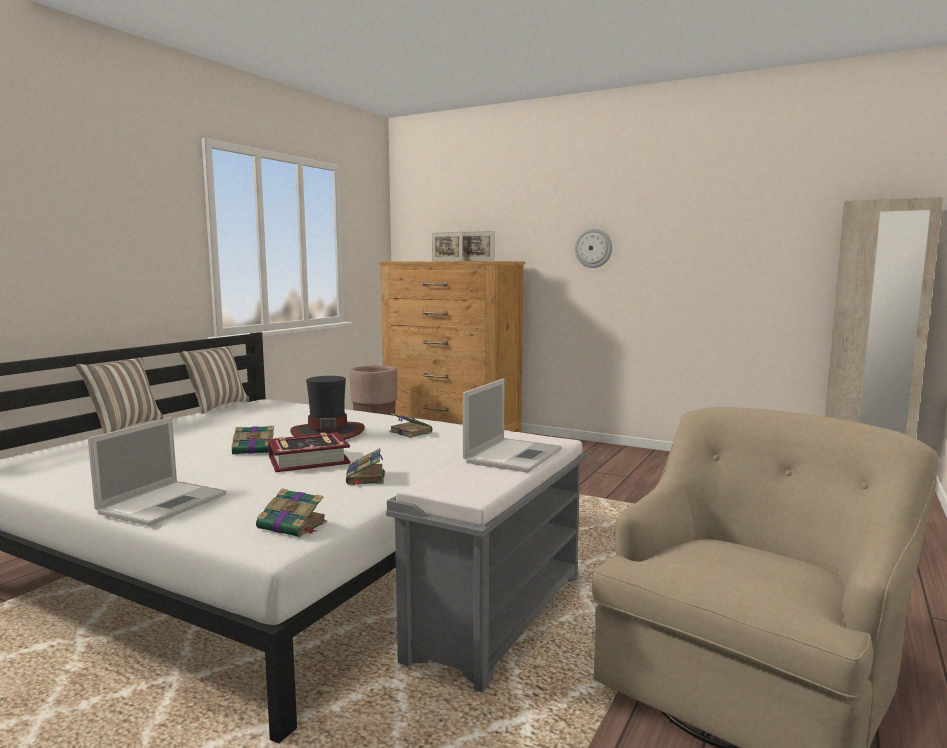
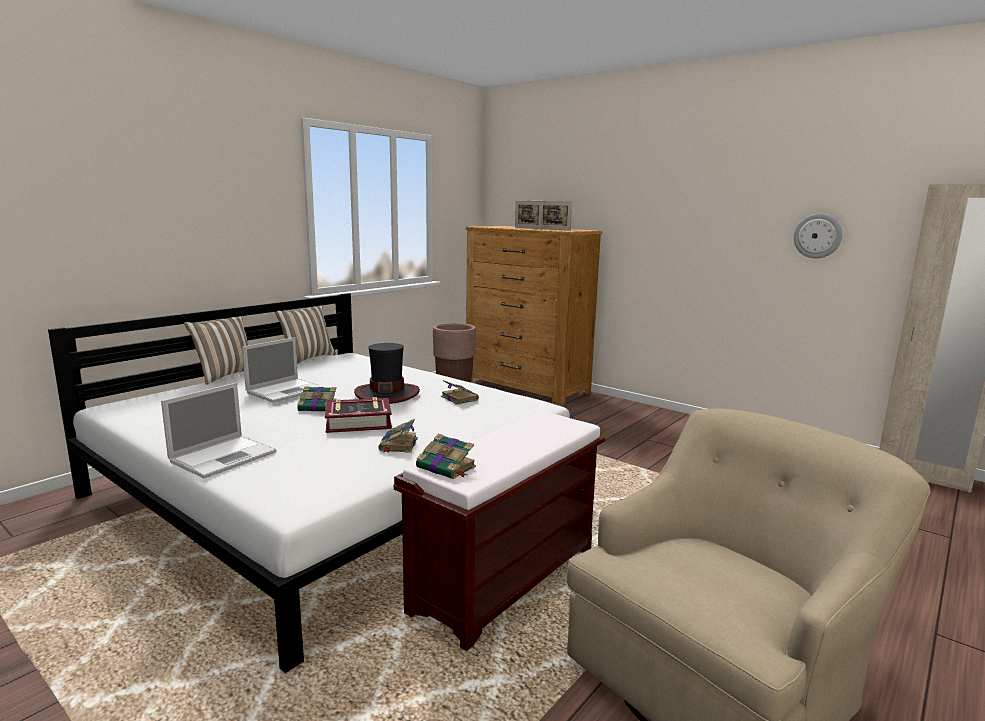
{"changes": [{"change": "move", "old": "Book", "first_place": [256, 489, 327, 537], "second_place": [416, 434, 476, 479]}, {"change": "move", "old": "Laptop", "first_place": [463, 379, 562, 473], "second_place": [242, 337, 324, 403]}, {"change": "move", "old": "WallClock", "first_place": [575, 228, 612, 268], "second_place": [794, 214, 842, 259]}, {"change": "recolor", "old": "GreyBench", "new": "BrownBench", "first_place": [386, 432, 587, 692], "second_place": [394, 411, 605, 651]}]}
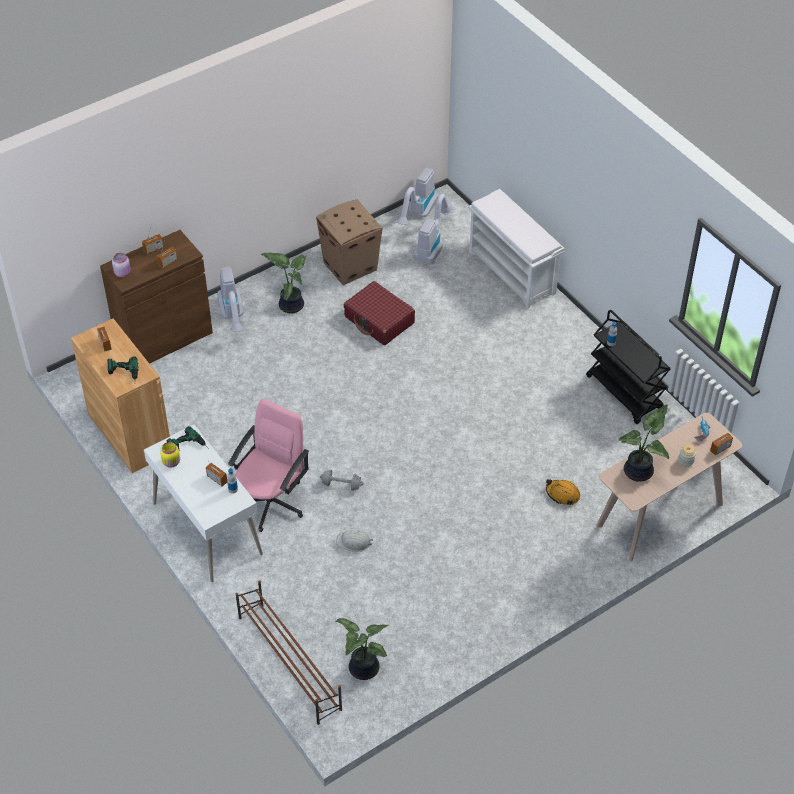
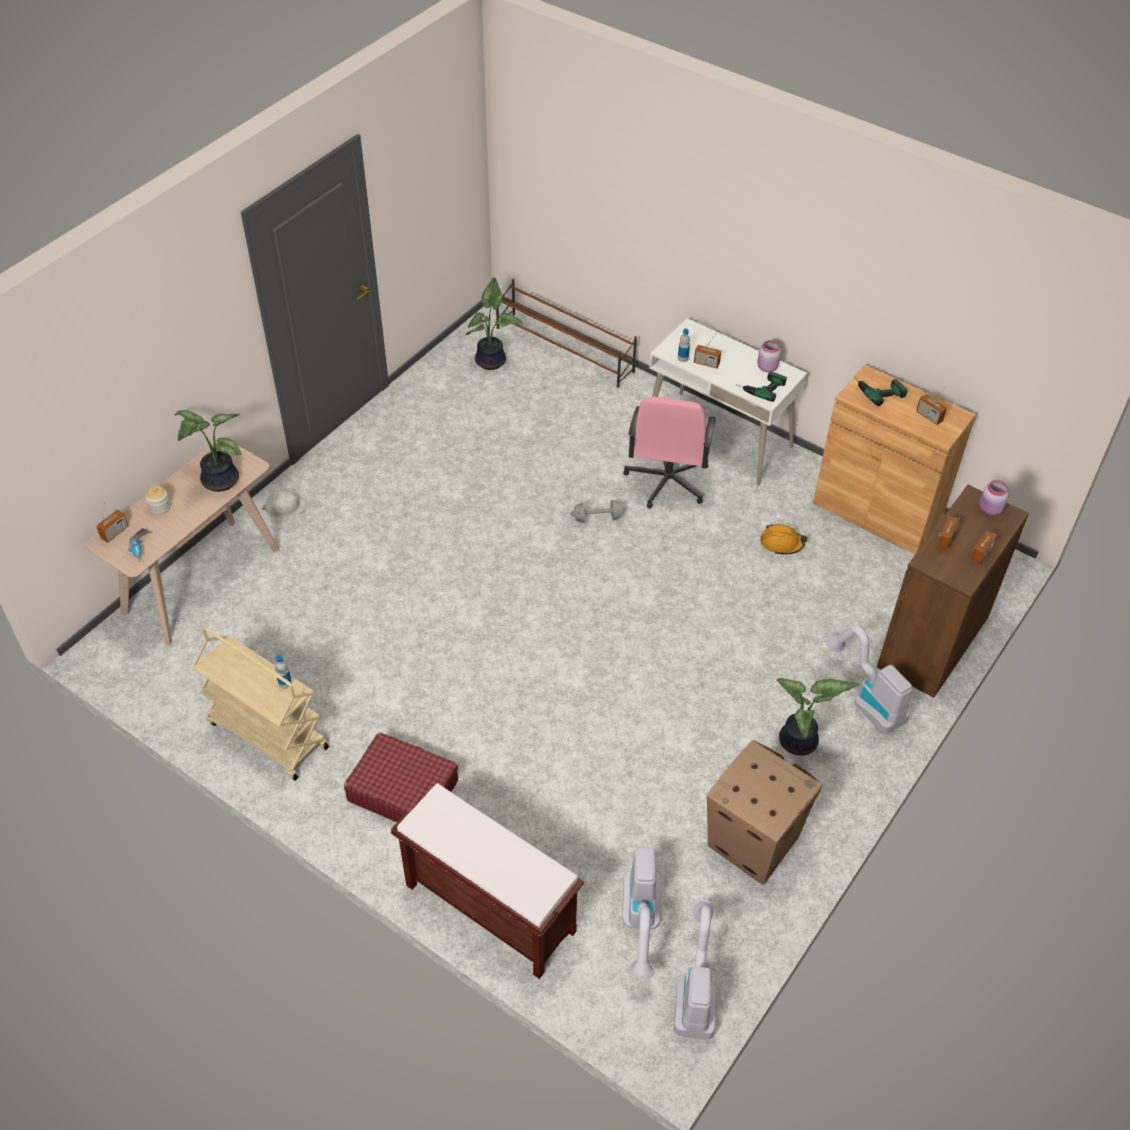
{"changes": [{"change": "move", "old": "WhiteHardHat", "first_place": [336, 528, 373, 552], "second_place": [262, 491, 306, 518]}, {"change": "move", "old": "RedSuitcase", "first_place": [344, 281, 415, 345], "second_place": [344, 732, 458, 822]}, {"change": "move", "old": "OrangeHardHat", "first_place": [546, 479, 580, 505], "second_place": [760, 524, 808, 555]}, {"change": "recolor", "old": "YellowJar", "new": "PinkJar", "first_place": [160, 442, 180, 468], "second_place": [757, 340, 781, 372]}, {"change": "recolor", "old": "WhiteBench", "new": "BrownBench", "first_place": [468, 189, 565, 308], "second_place": [391, 783, 584, 979]}, {"change": "recolor", "old": "BlackCart", "new": "BeigeCart", "first_place": [586, 310, 670, 424], "second_place": [192, 627, 329, 781]}]}
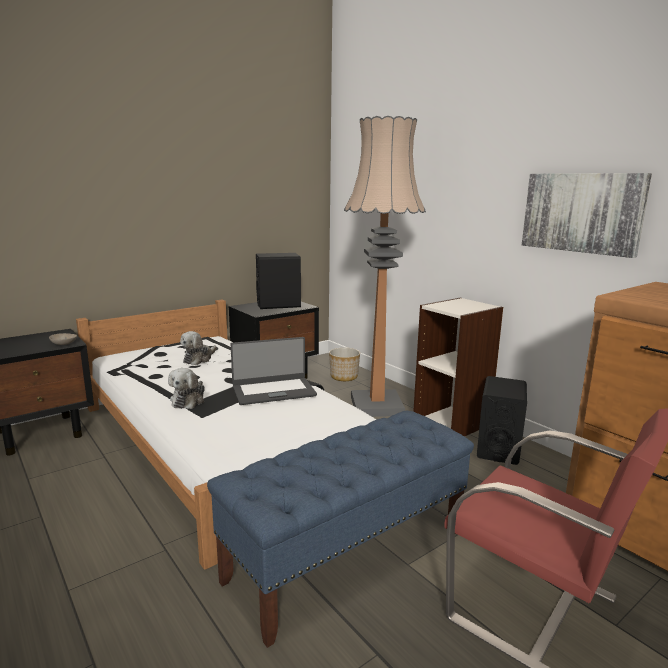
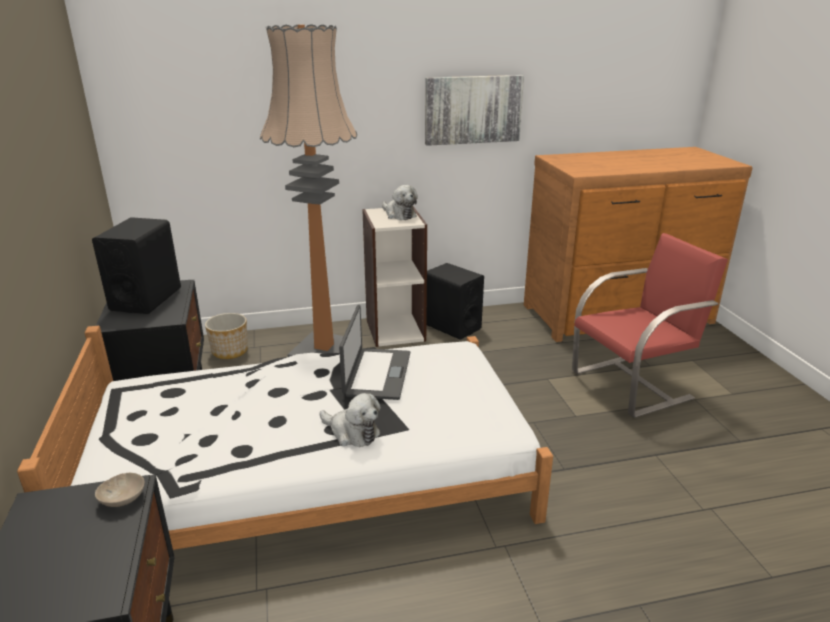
{"changes": [{"change": "delete", "old": "BlueBench", "first_place": [207, 411, 474, 648]}, {"change": "move", "old": "PlushToy", "first_place": [180, 331, 217, 365], "second_place": [382, 185, 418, 220]}]}
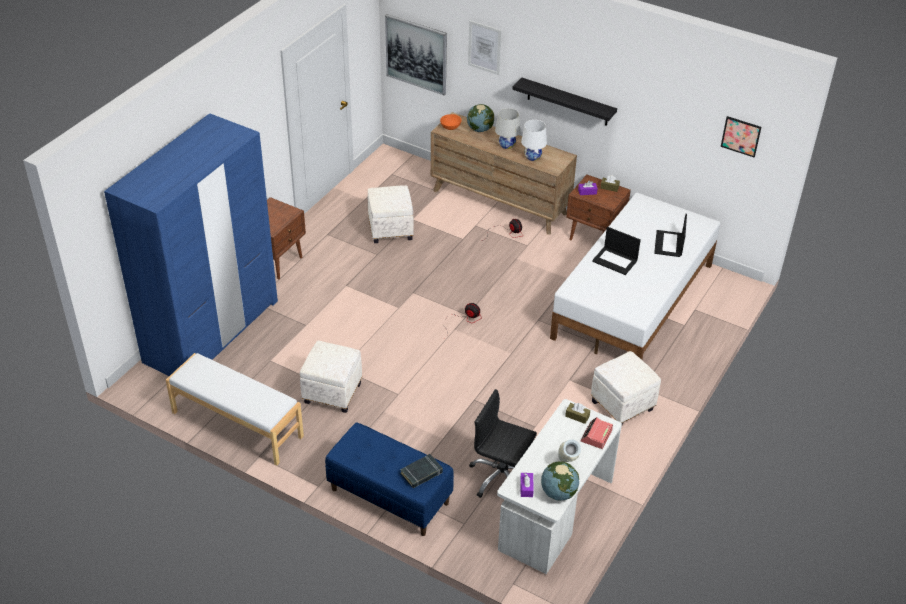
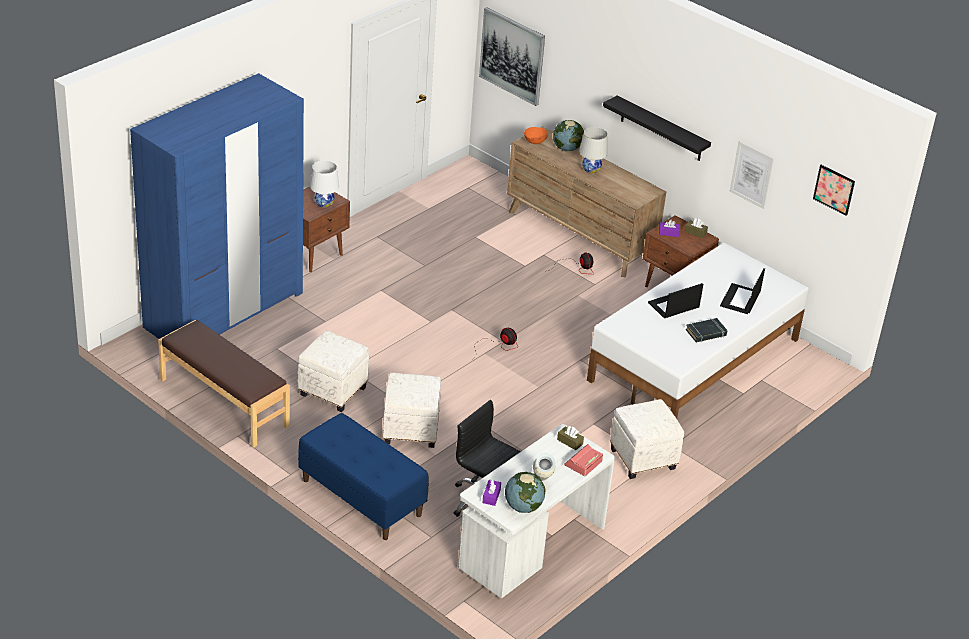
{"changes": [{"change": "move", "old": "WhiteOttoman", "first_place": [368, 185, 414, 243], "second_place": [383, 373, 441, 448]}, {"change": "move", "old": "BlackBook", "first_place": [400, 454, 443, 488], "second_place": [686, 318, 727, 343]}, {"change": "move", "old": "Picture", "first_place": [468, 21, 502, 75], "second_place": [730, 141, 774, 209]}, {"change": "move", "old": "WhiteTableLamp", "first_place": [521, 120, 547, 161], "second_place": [310, 160, 339, 208]}, {"change": "recolor", "old": "WhiteBench", "new": "BrownBench", "first_place": [166, 353, 304, 465], "second_place": [158, 320, 290, 448]}, {"change": "rotate", "old": "Laptop", "first_place": [592, 227, 641, 275], "second_place": [648, 283, 703, 318], "degrees": 105}]}
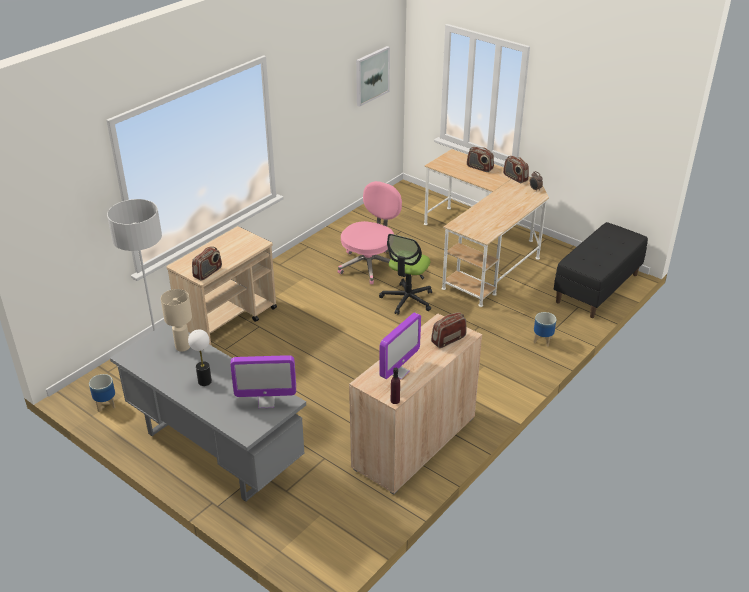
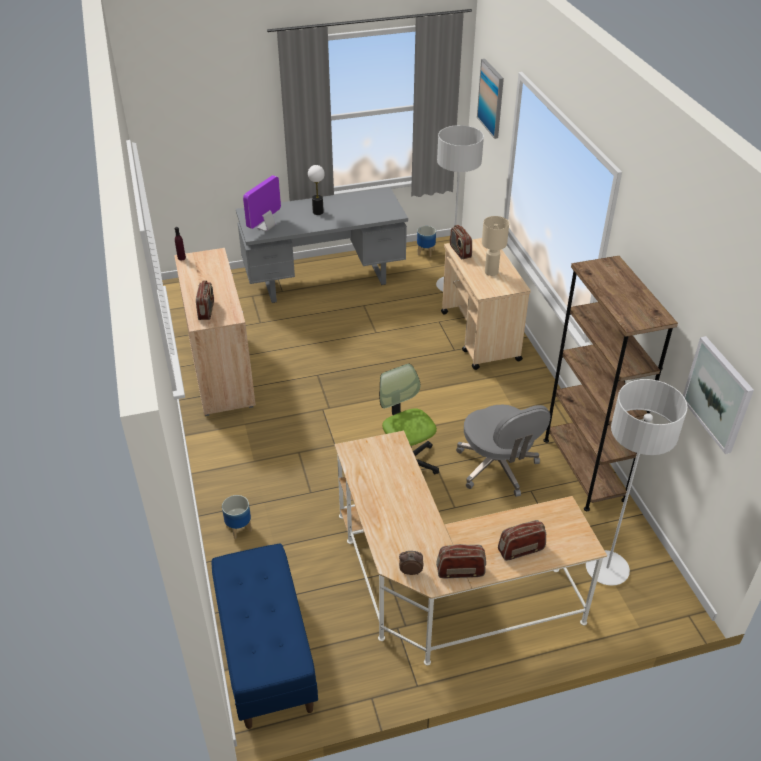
{"changes": [{"change": "delete", "old": "Monitor", "first_place": [379, 312, 421, 379]}, {"change": "insert", "new": "Picture", "second_place": [477, 59, 504, 139]}, {"change": "insert", "new": "BrownBookcase", "second_place": [544, 256, 678, 511]}, {"change": "insert", "new": "GreyFloorLamp", "second_place": [586, 379, 687, 586]}, {"change": "move", "old": "BeigeTableLamp", "first_place": [161, 289, 192, 352], "second_place": [482, 216, 509, 276]}, {"change": "recolor", "old": "PinkOfficeChair", "new": "GreyOfficeChair", "first_place": [338, 181, 402, 284], "second_place": [456, 405, 550, 497]}, {"change": "recolor", "old": "BlackBench", "new": "BlueBench", "first_place": [554, 222, 648, 318], "second_place": [212, 544, 318, 729]}]}
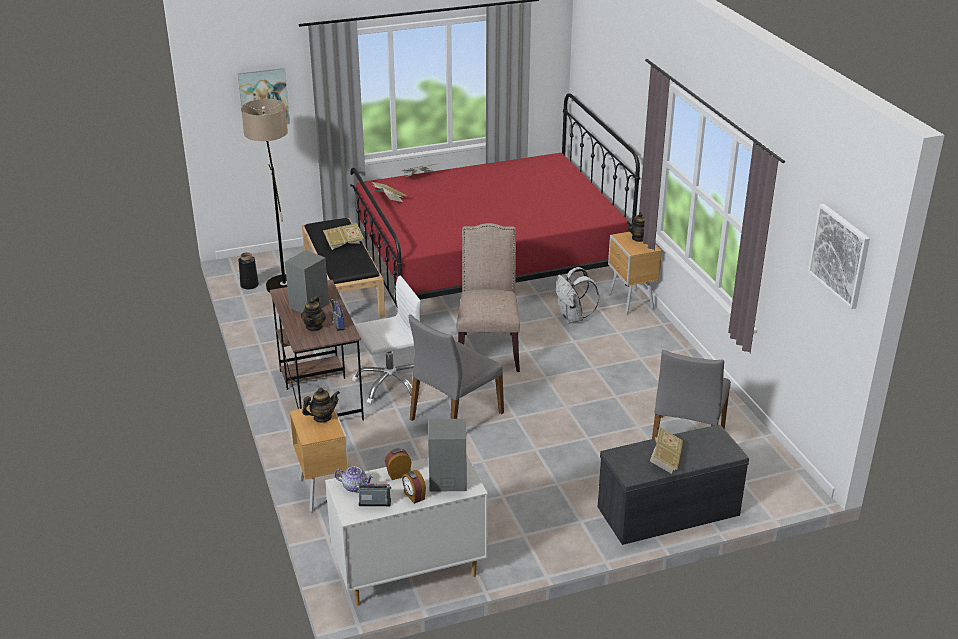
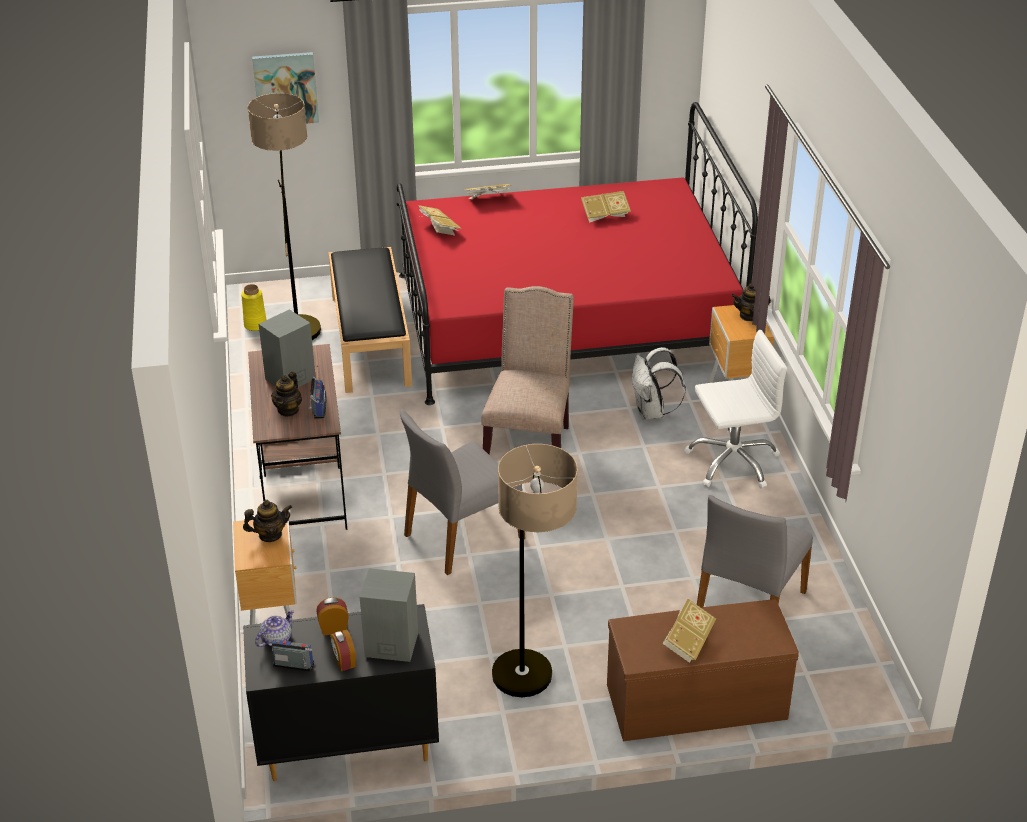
{"changes": [{"change": "delete", "old": "Picture", "first_place": [808, 204, 870, 309]}, {"change": "insert", "new": "FloorLamp", "second_place": [492, 444, 578, 697]}, {"change": "move", "old": "Book", "first_place": [323, 223, 364, 250], "second_place": [581, 191, 631, 223]}, {"change": "move", "old": "WhiteOfficeChair", "first_place": [352, 276, 421, 404], "second_place": [685, 330, 788, 489]}, {"change": "recolor", "old": "BlackVase", "new": "YellowVase", "first_place": [238, 252, 259, 290], "second_place": [241, 284, 266, 331]}, {"change": "recolor", "old": "WhiteDresser", "new": "BlackDresser", "first_place": [325, 454, 488, 606], "second_place": [243, 604, 439, 781]}, {"change": "recolor", "old": "GreyBench", "new": "BrownBench", "first_place": [598, 425, 749, 545], "second_place": [607, 599, 799, 741]}, {"change": "rotate", "old": "Teapot", "first_place": [334, 467, 374, 492], "second_place": [255, 609, 294, 647], "degrees": -75}]}
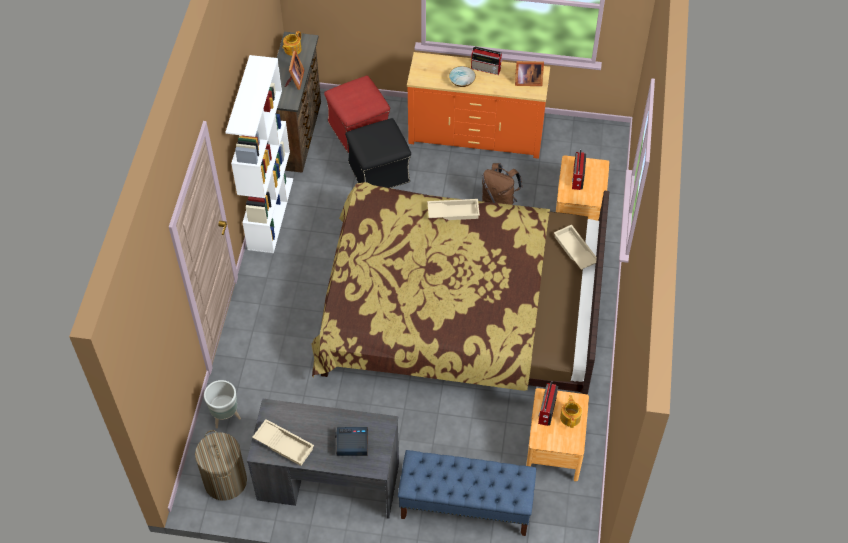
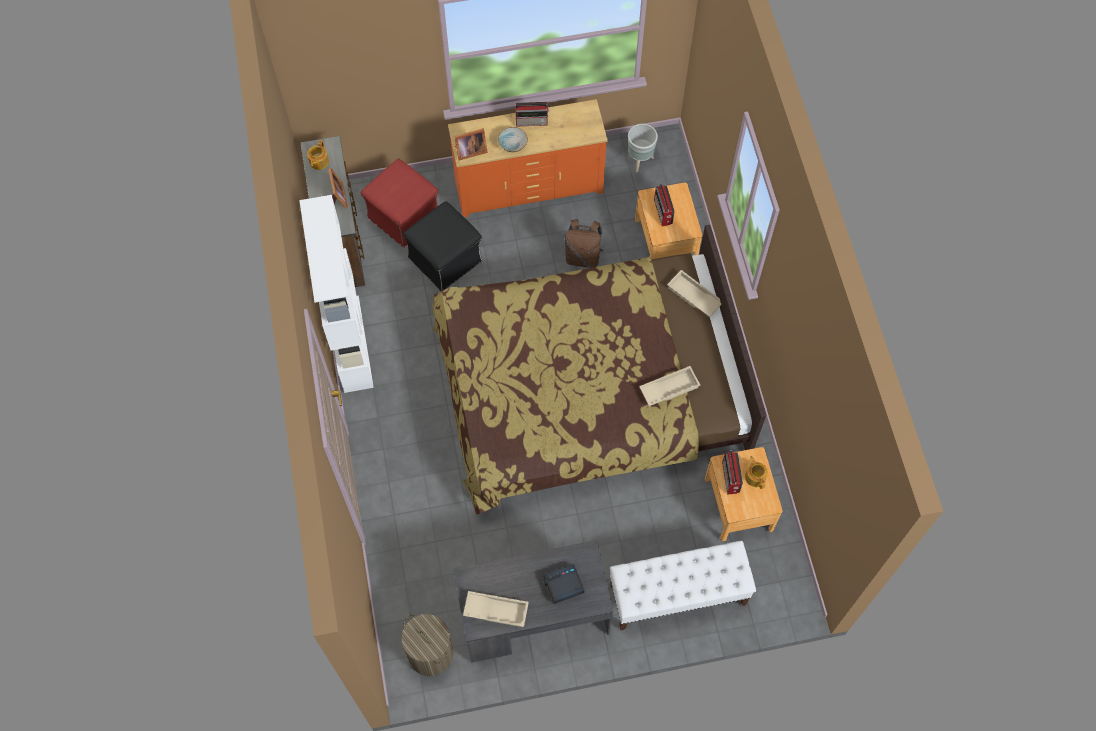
{"changes": [{"change": "move", "old": "GreyPlanter", "first_place": [204, 380, 241, 428], "second_place": [628, 124, 658, 172]}, {"change": "move", "old": "BeigeTray", "first_place": [427, 199, 480, 220], "second_place": [639, 366, 700, 406]}, {"change": "move", "old": "PictureFrame", "first_place": [515, 61, 544, 86], "second_place": [454, 128, 488, 161]}, {"change": "recolor", "old": "BlueBench", "new": "WhiteBench", "first_place": [398, 450, 536, 536], "second_place": [610, 541, 756, 631]}]}
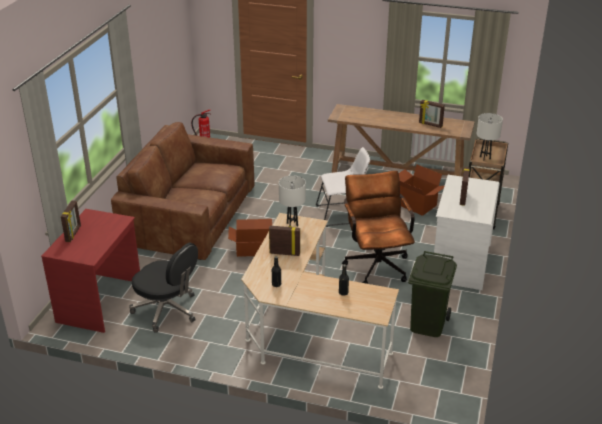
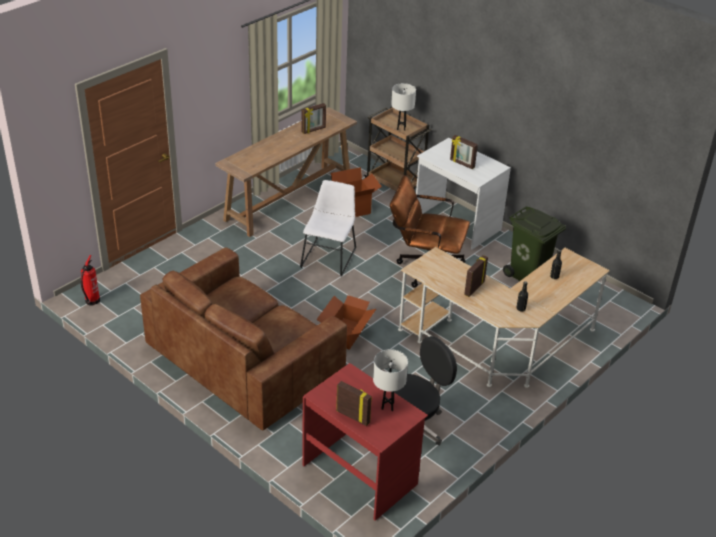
{"changes": [{"change": "move", "old": "WhiteTableLamp", "first_place": [279, 175, 306, 226], "second_place": [373, 349, 408, 411]}]}
